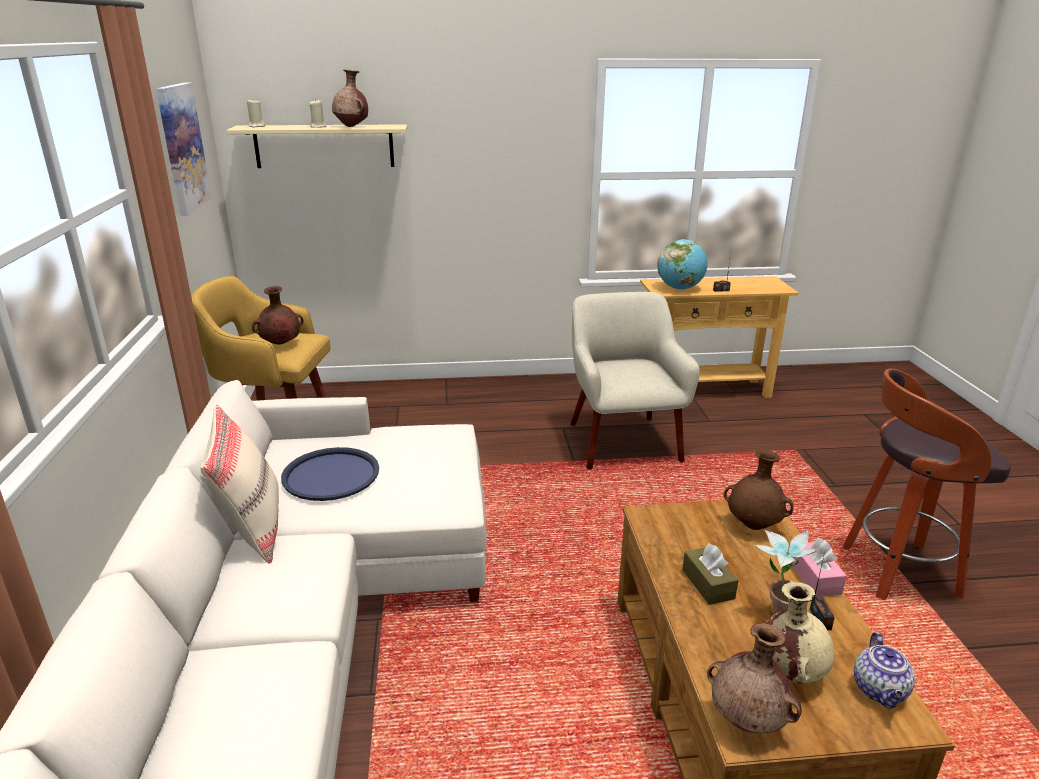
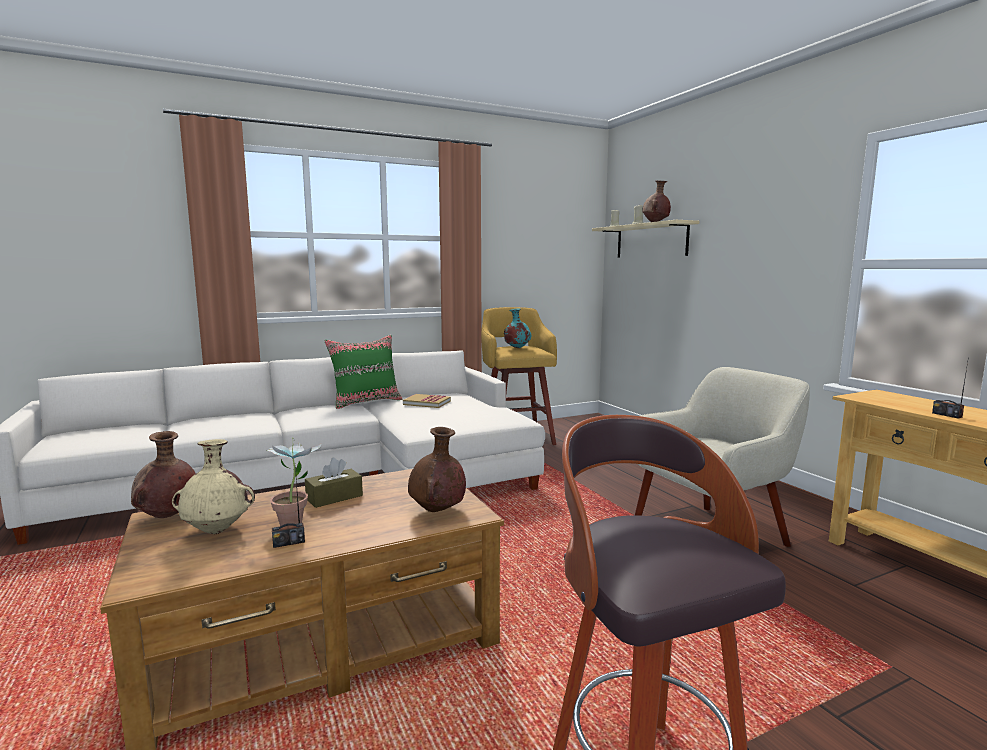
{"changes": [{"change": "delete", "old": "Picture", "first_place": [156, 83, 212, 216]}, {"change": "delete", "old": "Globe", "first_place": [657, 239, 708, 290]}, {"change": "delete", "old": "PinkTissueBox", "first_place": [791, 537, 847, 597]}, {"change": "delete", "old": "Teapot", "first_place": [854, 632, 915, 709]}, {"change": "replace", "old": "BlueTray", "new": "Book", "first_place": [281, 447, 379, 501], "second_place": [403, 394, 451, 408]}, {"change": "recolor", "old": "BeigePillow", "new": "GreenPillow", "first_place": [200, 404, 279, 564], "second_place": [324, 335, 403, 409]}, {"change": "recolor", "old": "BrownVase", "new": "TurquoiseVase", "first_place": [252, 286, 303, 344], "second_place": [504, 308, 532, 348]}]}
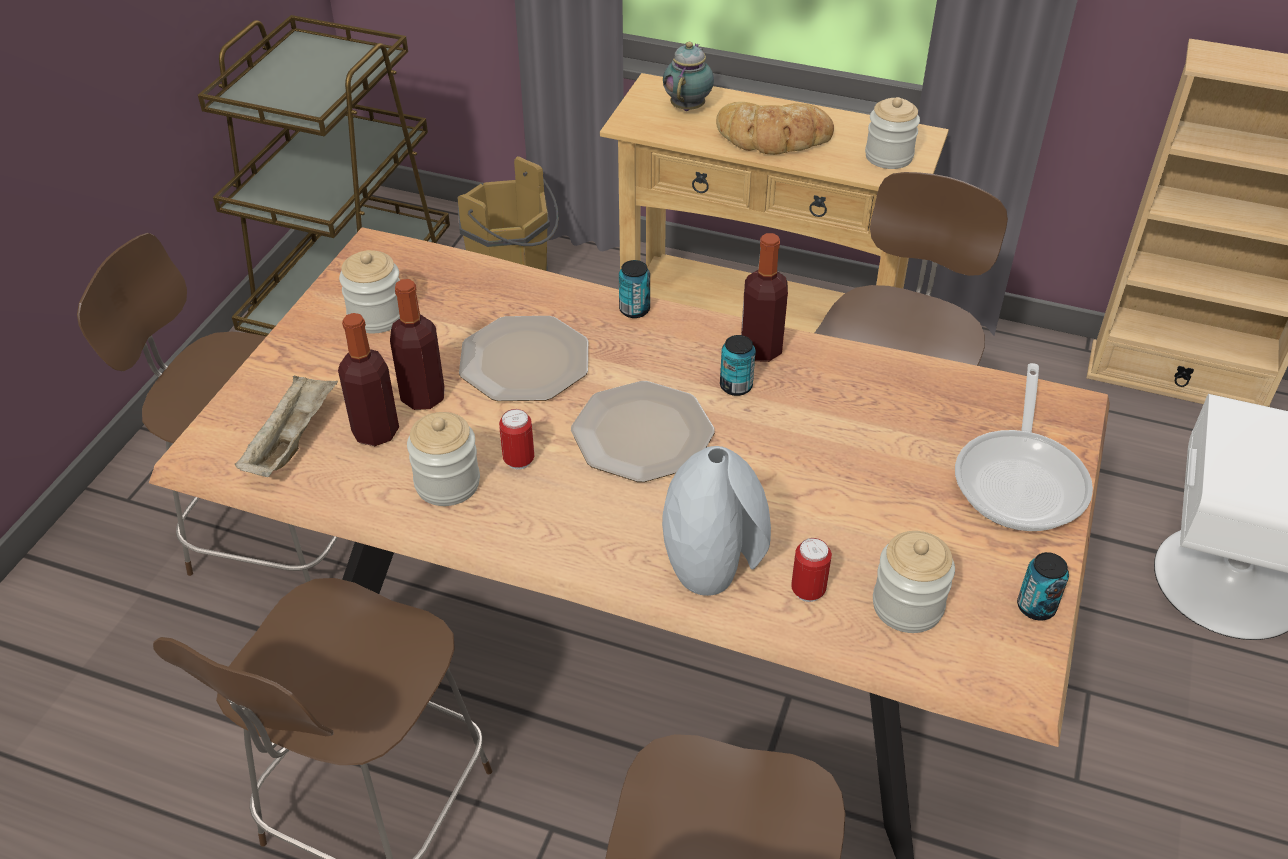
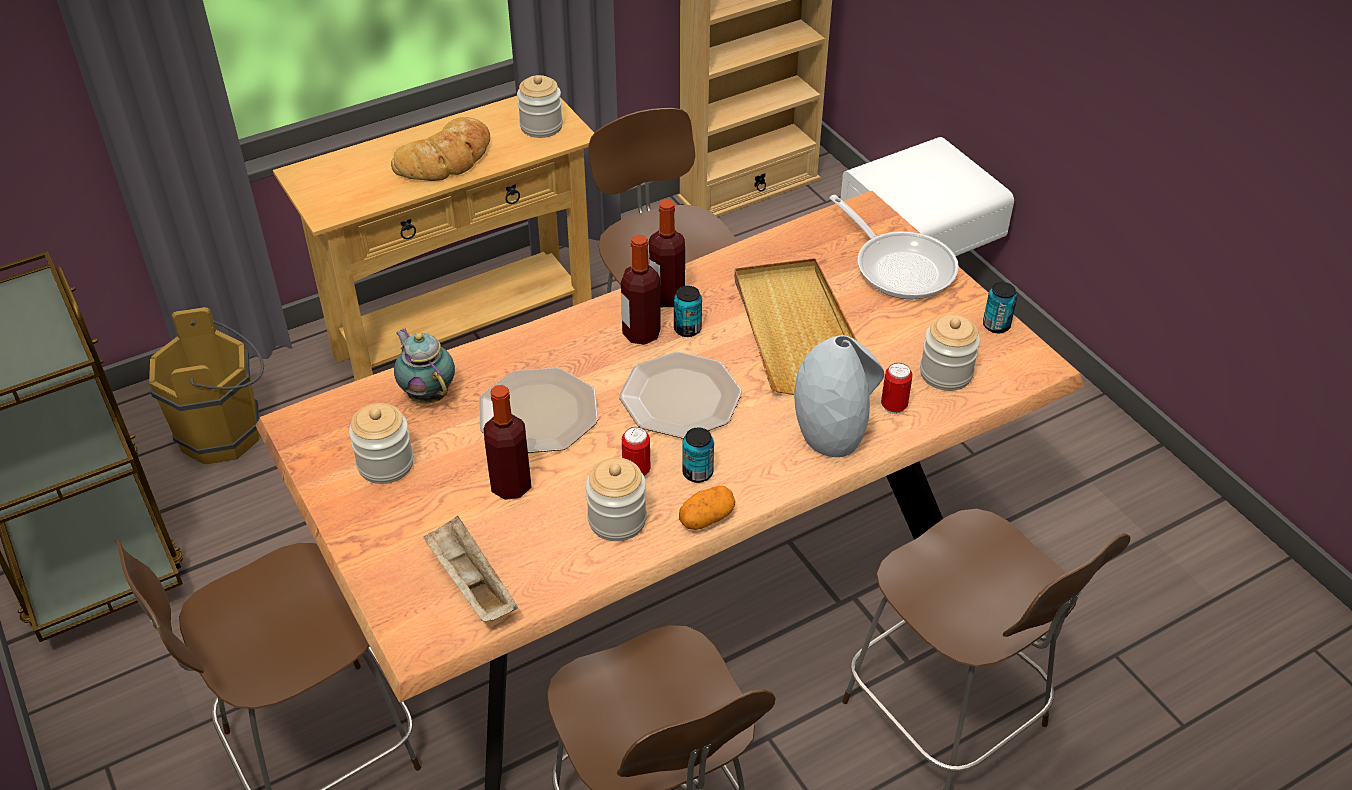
{"changes": [{"change": "insert", "new": "Potato", "second_place": [679, 486, 735, 530]}, {"change": "insert", "new": "BeigeTray", "second_place": [734, 258, 857, 395]}, {"change": "move", "old": "Bottle", "first_place": [338, 313, 399, 446], "second_place": [621, 235, 661, 345]}, {"change": "move", "old": "Can", "first_place": [619, 260, 650, 318], "second_place": [682, 427, 714, 483]}, {"change": "move", "old": "Teapot", "first_place": [663, 42, 714, 111], "second_place": [394, 328, 455, 404]}]}
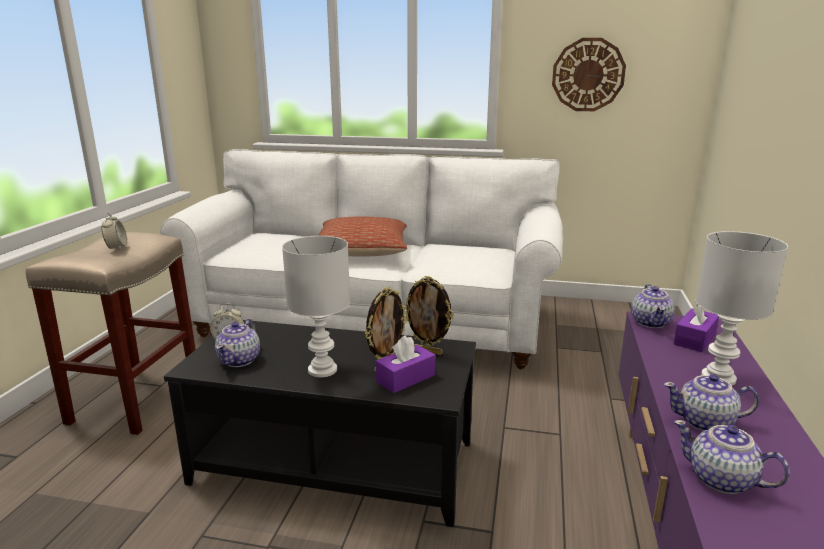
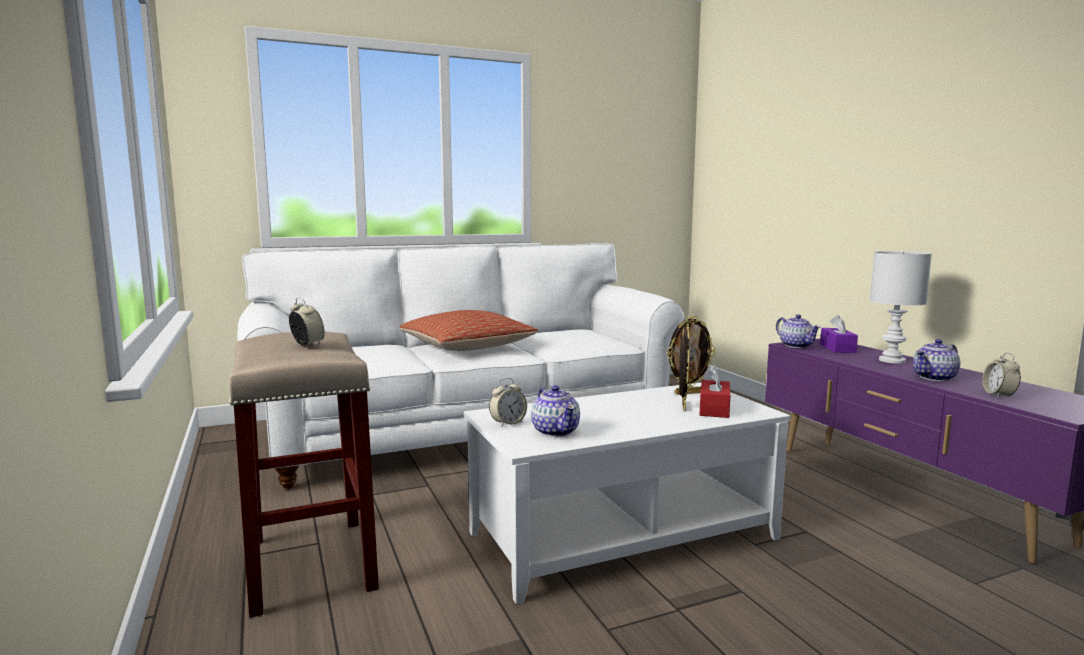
{"changes": [{"change": "delete", "old": "WhiteTableLamp", "first_place": [282, 236, 350, 377]}, {"change": "delete", "old": "WallClock", "first_place": [552, 38, 626, 111]}, {"change": "replace", "old": "Teapot", "new": "AlarmClock", "first_place": [674, 420, 790, 494], "second_place": [982, 353, 1021, 398]}, {"change": "recolor", "old": "BlackCoffeeTable", "new": "WhiteCoffeeTable", "first_place": [164, 320, 476, 527], "second_place": [464, 382, 791, 604]}, {"change": "recolor", "old": "PurpleTissueBox", "new": "RedTissueBox", "first_place": [375, 335, 436, 393], "second_place": [700, 365, 730, 418]}]}
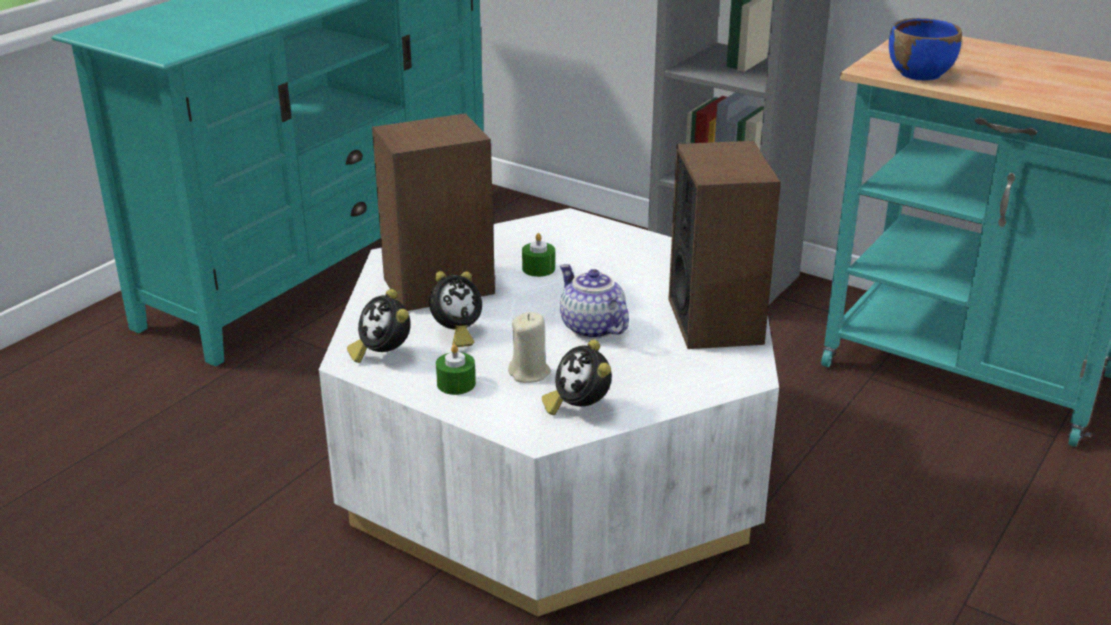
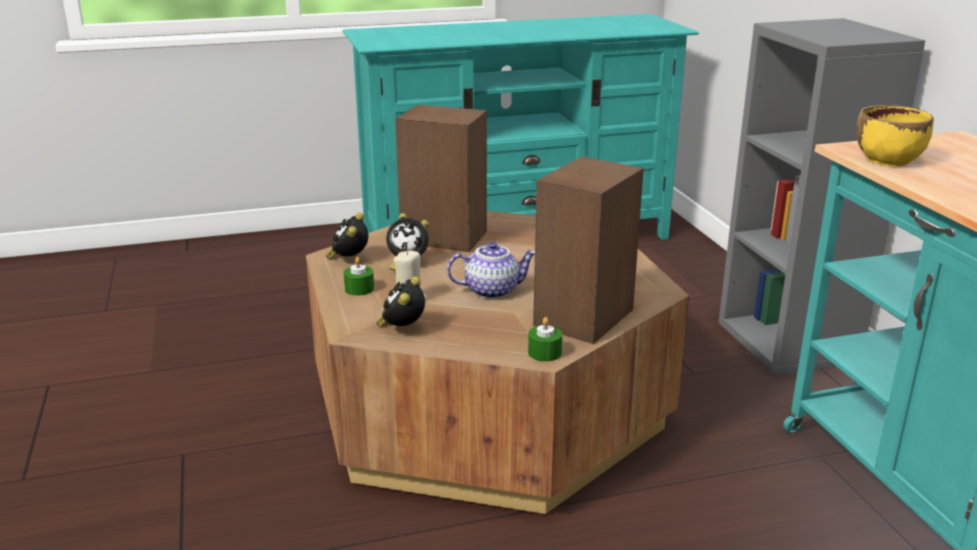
{"changes": [{"change": "move", "old": "GreenCandle", "first_place": [522, 233, 555, 277], "second_place": [528, 317, 562, 362]}, {"change": "recolor", "old": "WhiteCoffeeTable", "new": "BrownCoffeeTable", "first_place": [318, 208, 779, 616], "second_place": [306, 211, 689, 514]}, {"change": "recolor", "old": "BlueBowl", "new": "YellowBowl", "first_place": [889, 18, 962, 80], "second_place": [856, 105, 934, 166]}, {"change": "rotate", "old": "Teapot", "first_place": [560, 264, 629, 339], "second_place": [447, 242, 535, 299], "degrees": 75}]}
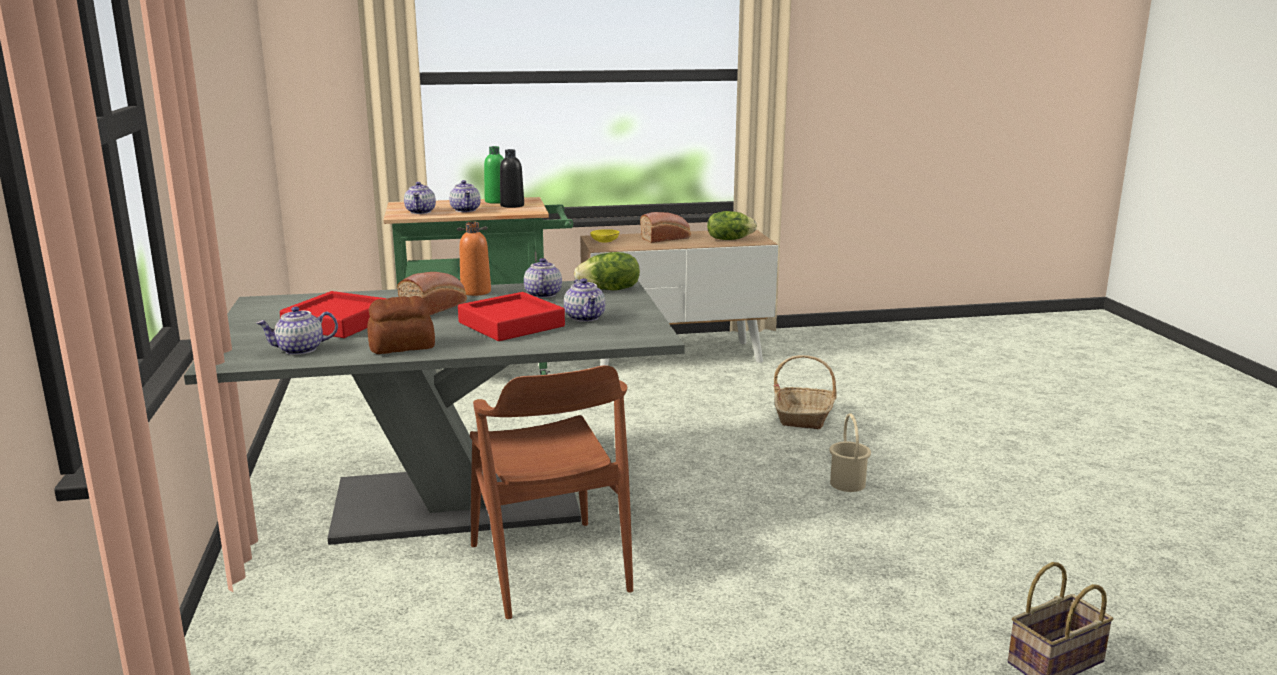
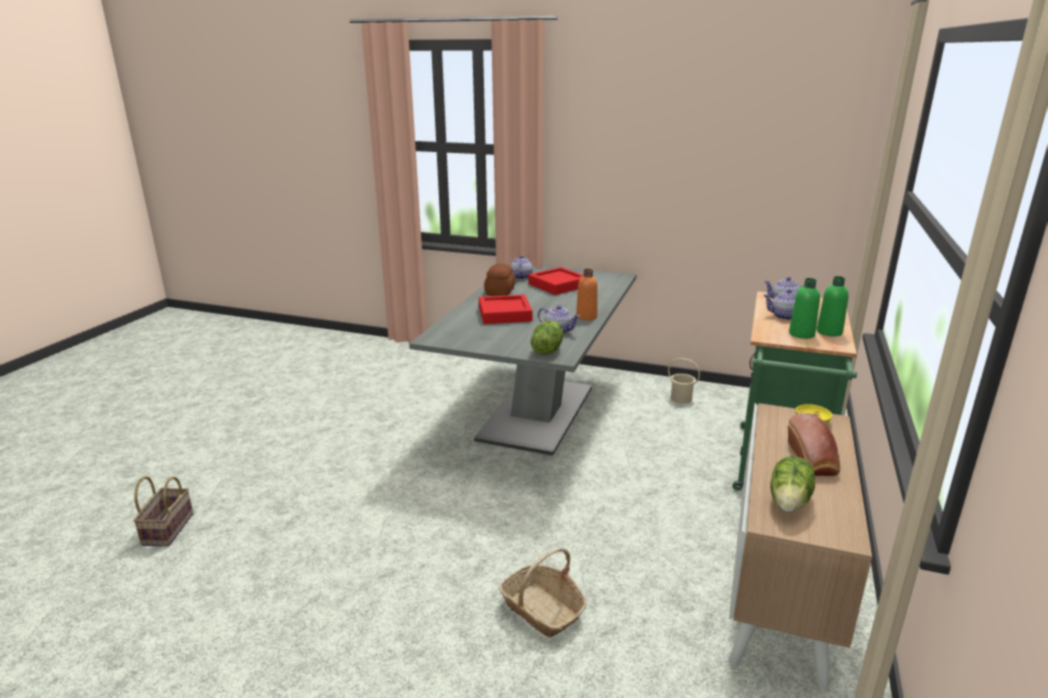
{"changes": [{"change": "delete", "old": "Bread", "first_place": [397, 272, 467, 315]}, {"change": "delete", "old": "BrownChair", "first_place": [470, 365, 633, 619]}, {"change": "delete", "old": "Teapot", "first_place": [564, 278, 605, 322]}, {"change": "move", "old": "BeigeBucket", "first_place": [829, 413, 871, 492], "second_place": [668, 358, 700, 404]}, {"change": "recolor", "old": "BlackBottle", "new": "GreenBottle", "first_place": [500, 149, 524, 208], "second_place": [789, 278, 820, 339]}]}
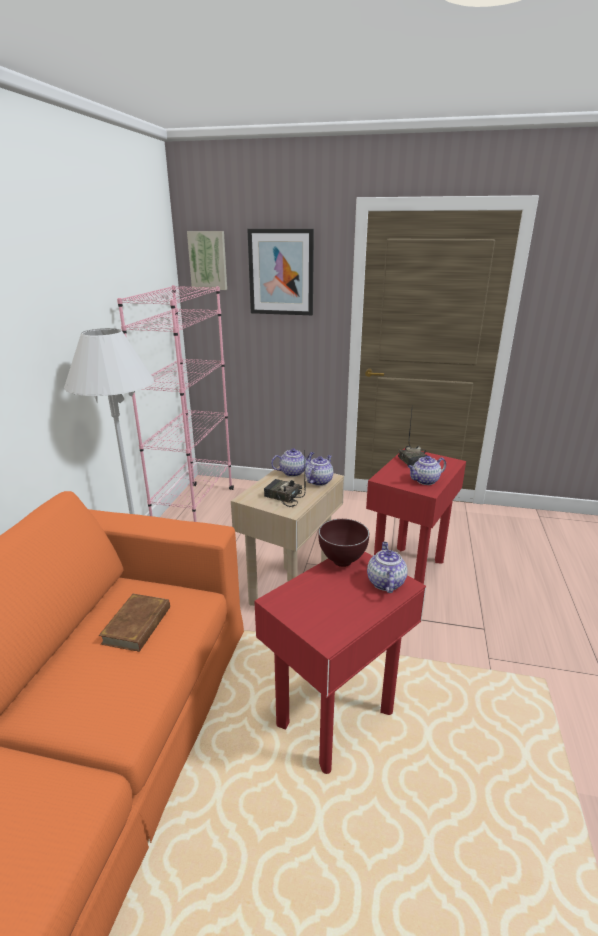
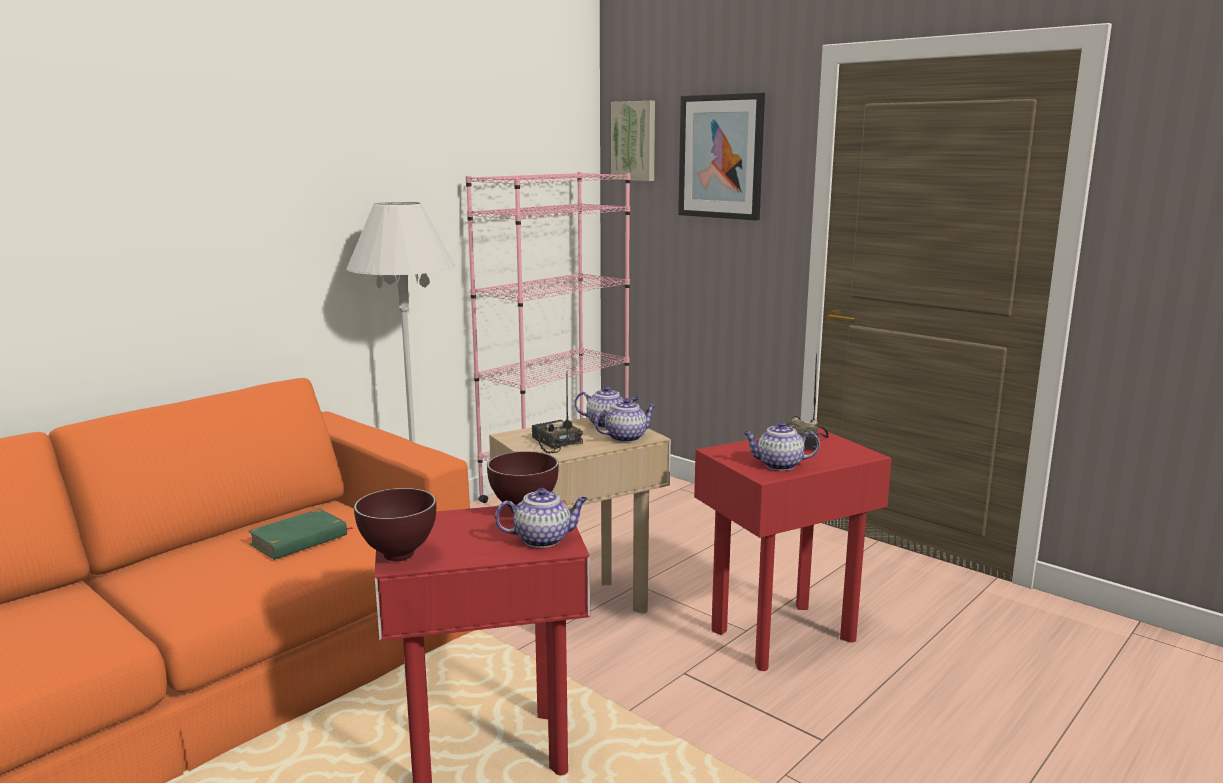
{"changes": [{"change": "insert", "new": "BrownBowl", "second_place": [354, 488, 436, 561]}, {"change": "recolor", "old": "BrownBook", "new": "GreenBook", "first_place": [99, 594, 170, 652], "second_place": [248, 508, 353, 560]}, {"change": "rotate", "old": "Teapot", "first_place": [367, 542, 407, 593], "second_place": [495, 488, 588, 548], "degrees": 45}]}
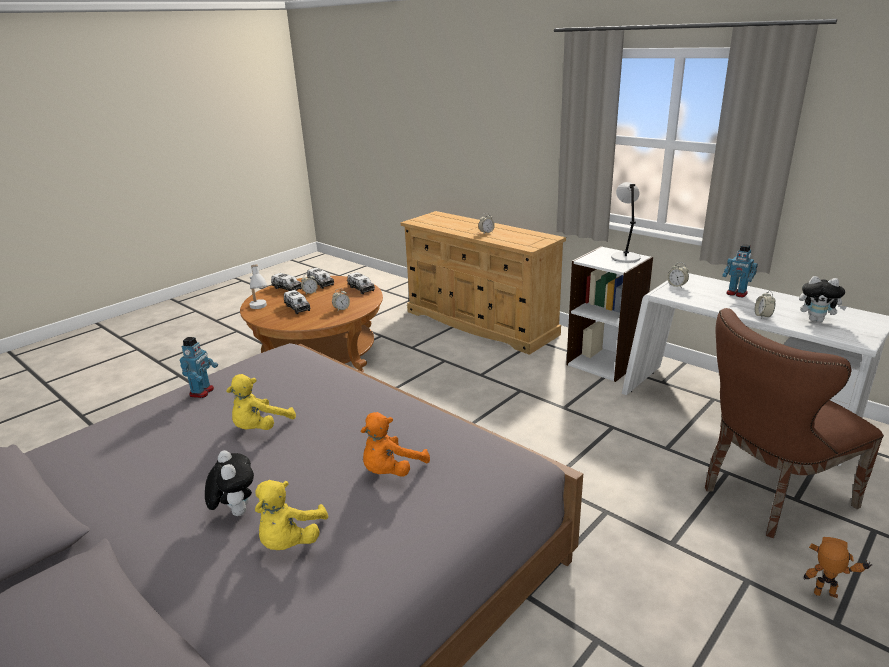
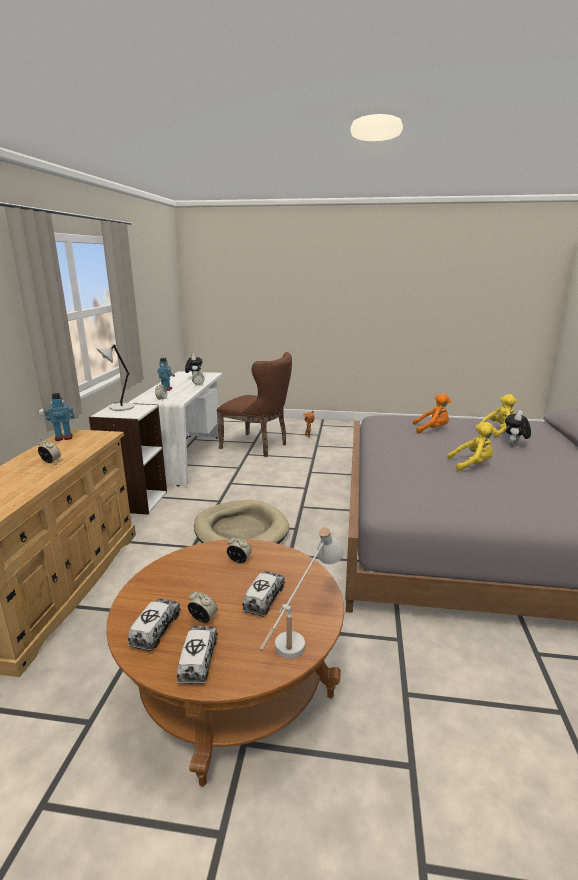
{"changes": [{"change": "delete", "old": "ToyTruck", "first_place": [347, 272, 375, 294]}, {"change": "insert", "new": "BeigeDogBed", "second_place": [194, 500, 289, 544]}, {"change": "move", "old": "ToyRobot", "first_place": [180, 337, 218, 398], "second_place": [45, 393, 75, 441]}]}
